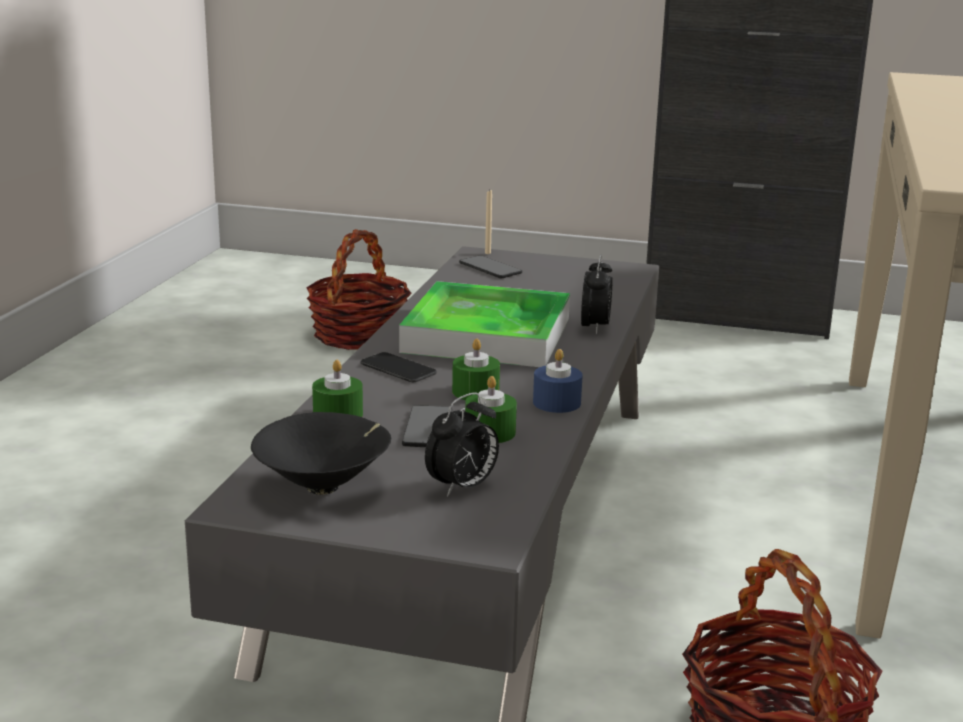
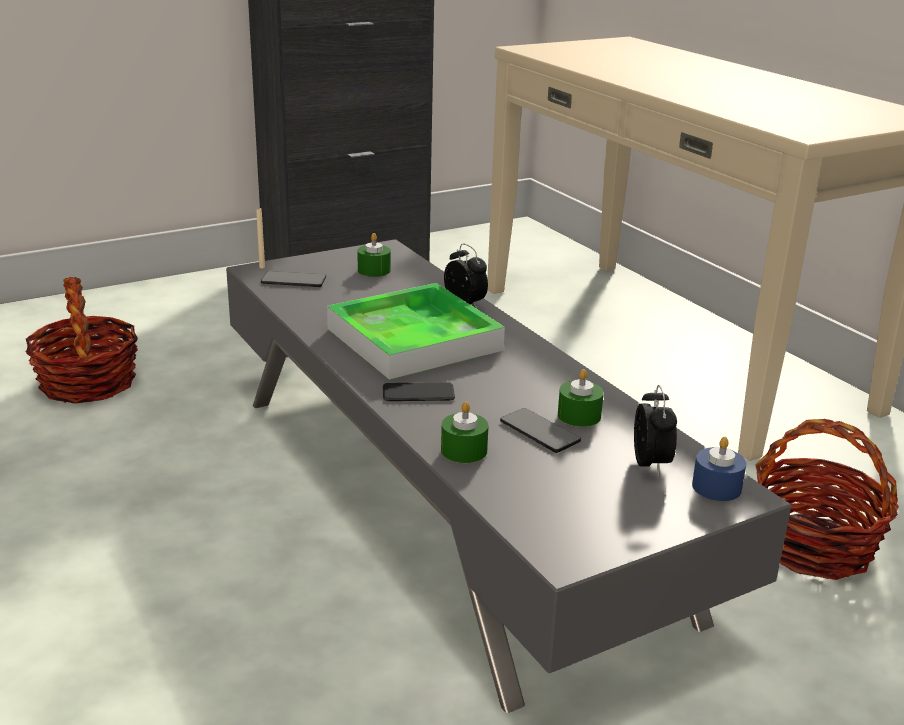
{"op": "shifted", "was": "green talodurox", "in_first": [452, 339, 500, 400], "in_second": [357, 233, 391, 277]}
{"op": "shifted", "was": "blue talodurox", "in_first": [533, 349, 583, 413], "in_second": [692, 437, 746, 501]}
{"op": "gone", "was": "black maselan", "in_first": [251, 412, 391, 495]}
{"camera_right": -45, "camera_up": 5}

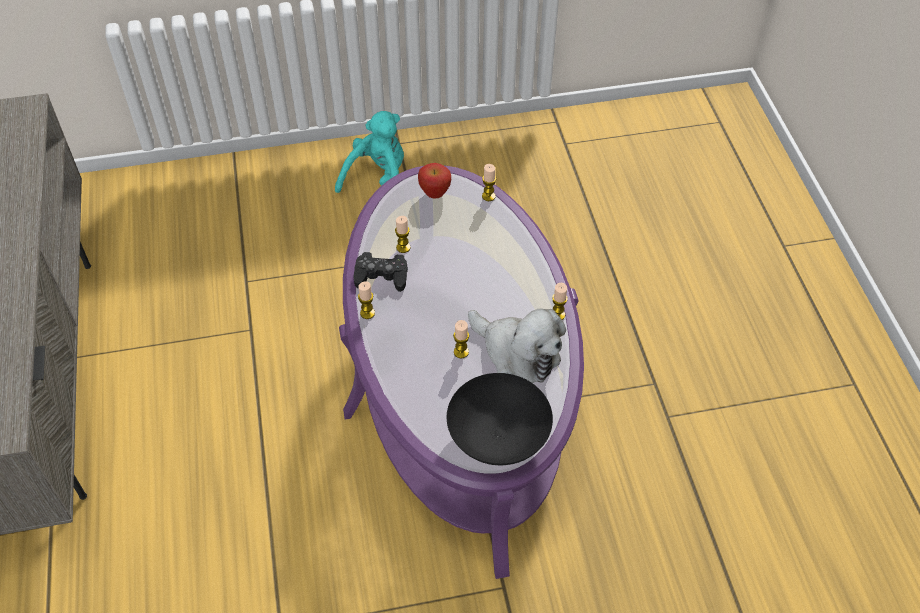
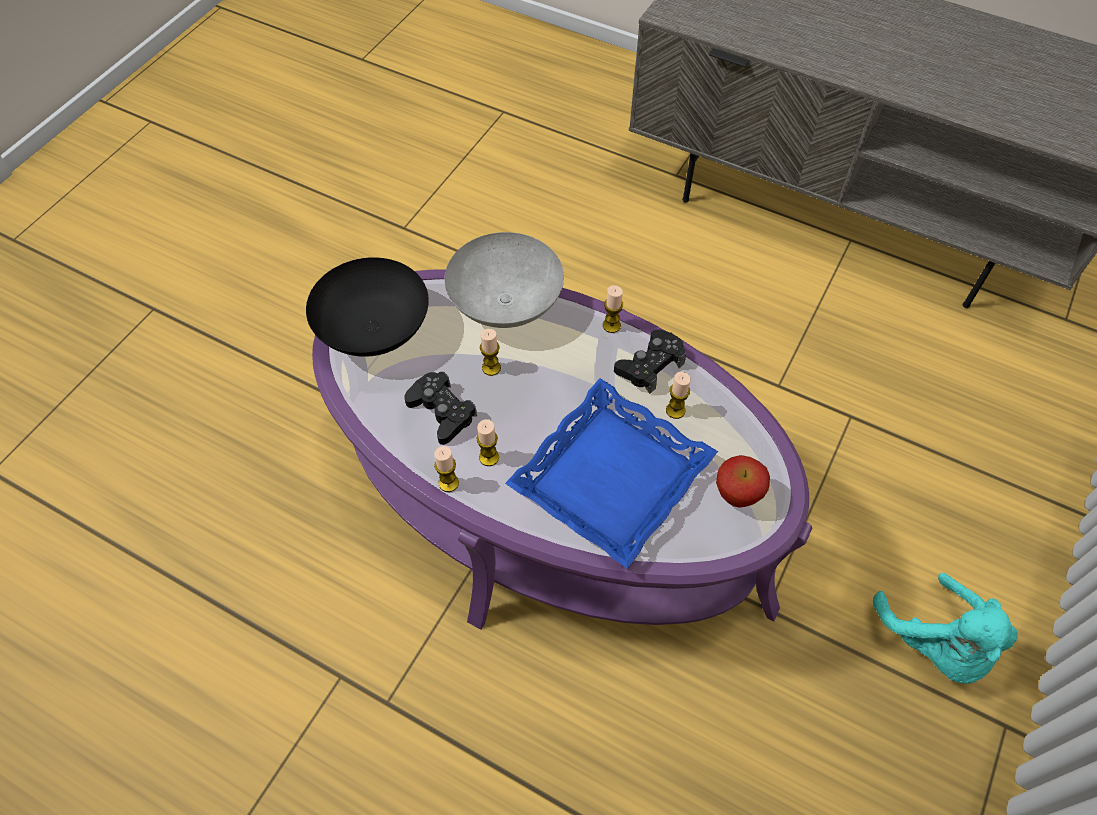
{"op": "shifted", "was": "talodurox", "in_first": [482, 164, 496, 201], "in_second": [476, 419, 499, 466]}
{"op": "swapped", "was": "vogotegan", "now": "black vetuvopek", "in_first": [468, 309, 566, 383], "in_second": [404, 372, 477, 445]}
{"op": "new", "now": "grey maselan", "in_second": [445, 232, 564, 328]}
{"op": "new", "now": "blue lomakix", "in_second": [505, 378, 718, 569]}
{"camera_right": 130, "camera_up": 5}

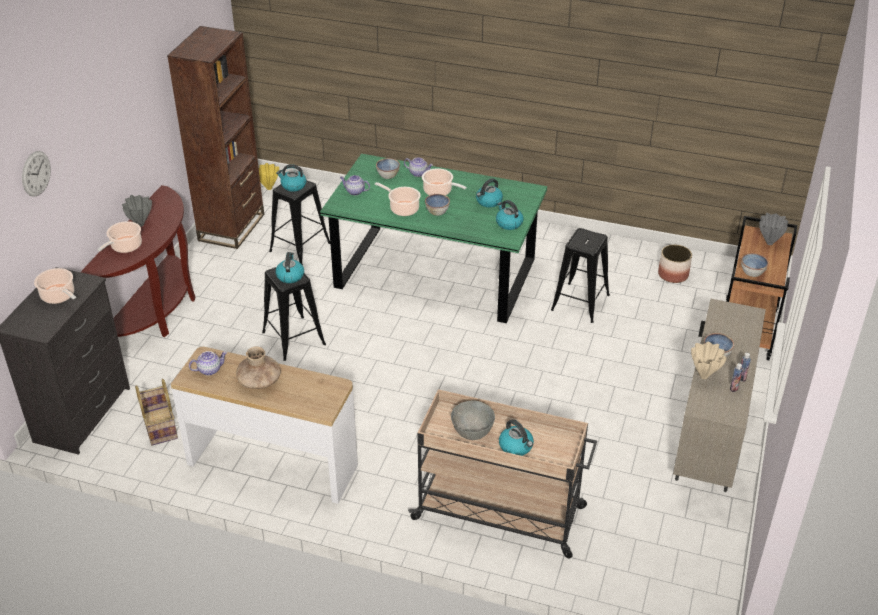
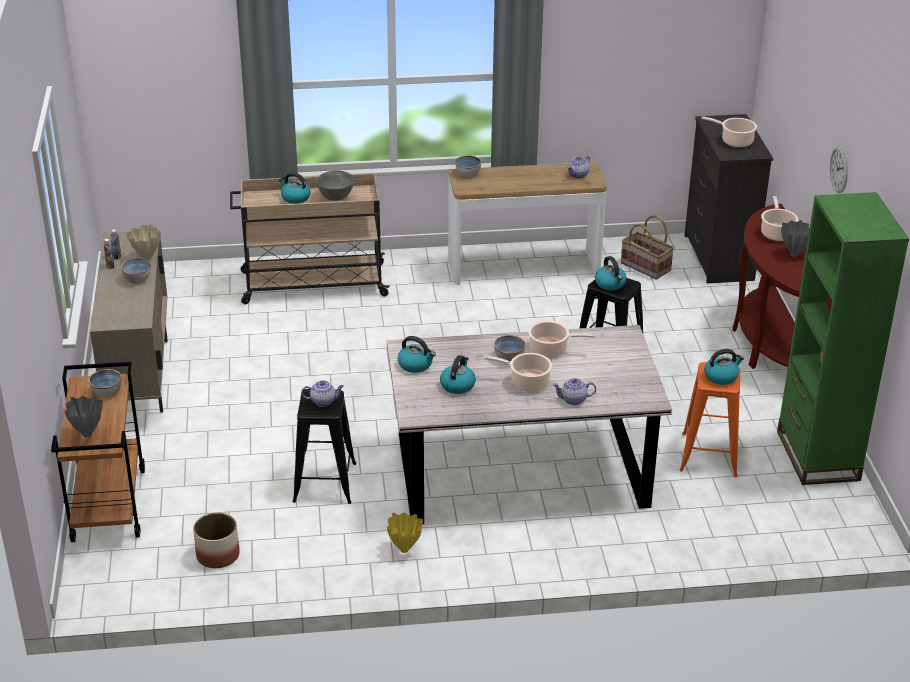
{"op": "repainted", "was": "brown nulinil", "now": "green nulinil", "in_first": [167, 26, 264, 249], "in_second": [777, 192, 909, 485]}
{"op": "shifted", "was": "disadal", "in_first": [22, 151, 51, 197], "in_second": [830, 146, 848, 193]}
{"op": "repainted", "was": "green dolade", "now": "grey dolade", "in_first": [320, 154, 547, 323], "in_second": [387, 325, 672, 524]}
{"op": "shifted", "was": "maselan", "in_first": [376, 158, 400, 179], "in_second": [455, 155, 482, 177]}
{"op": "shifted", "was": "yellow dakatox", "in_first": [259, 163, 279, 190], "in_second": [387, 513, 423, 553]}
{"op": "shifted", "was": "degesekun", "in_first": [340, 175, 370, 195], "in_second": [301, 380, 344, 407]}
{"op": "repainted", "was": "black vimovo", "now": "orange vimovo", "in_first": [269, 180, 330, 265], "in_second": [680, 362, 741, 477]}
{"op": "gone", "was": "brown dakatox", "in_first": [236, 347, 281, 389]}
{"camera_right": 155, "camera_up": -5}

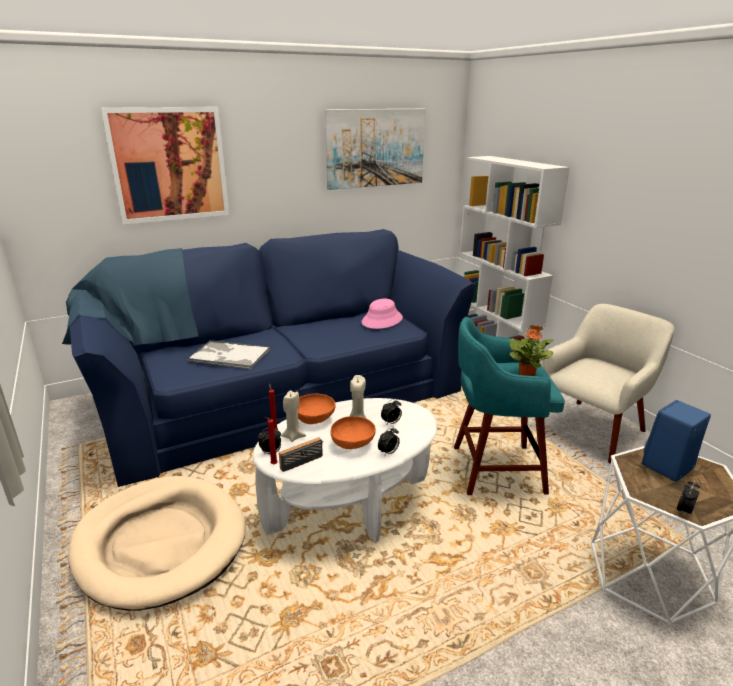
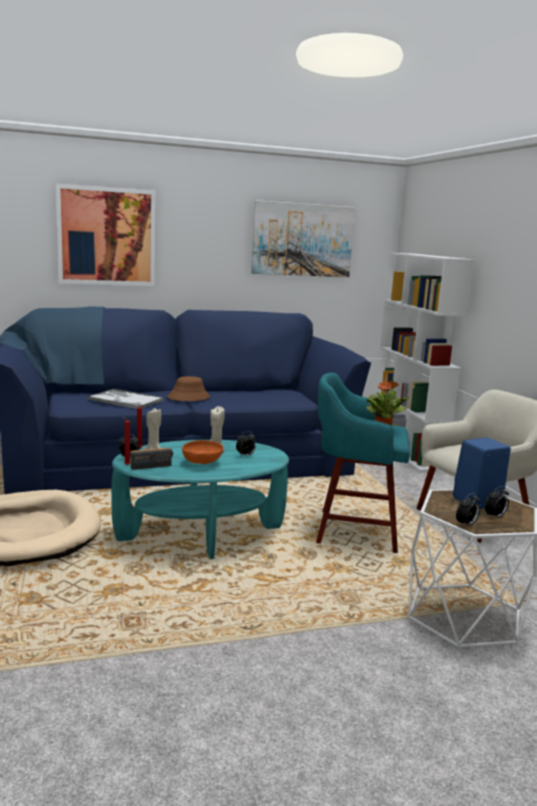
{"op": "gone", "was": "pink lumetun", "in_first": [362, 299, 403, 329]}
{"op": "gone", "was": "orange maselan", "in_first": [298, 394, 336, 424]}
{"op": "repainted", "was": "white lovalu", "now": "turquoise lovalu", "in_first": [253, 398, 437, 543], "in_second": [111, 439, 289, 559]}
{"op": "shifted", "was": "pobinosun", "in_first": [378, 427, 400, 457], "in_second": [485, 486, 509, 519]}
{"op": "new", "now": "brown lumetun", "in_second": [167, 376, 210, 401]}
{"camera_right": 10, "camera_up": -10}

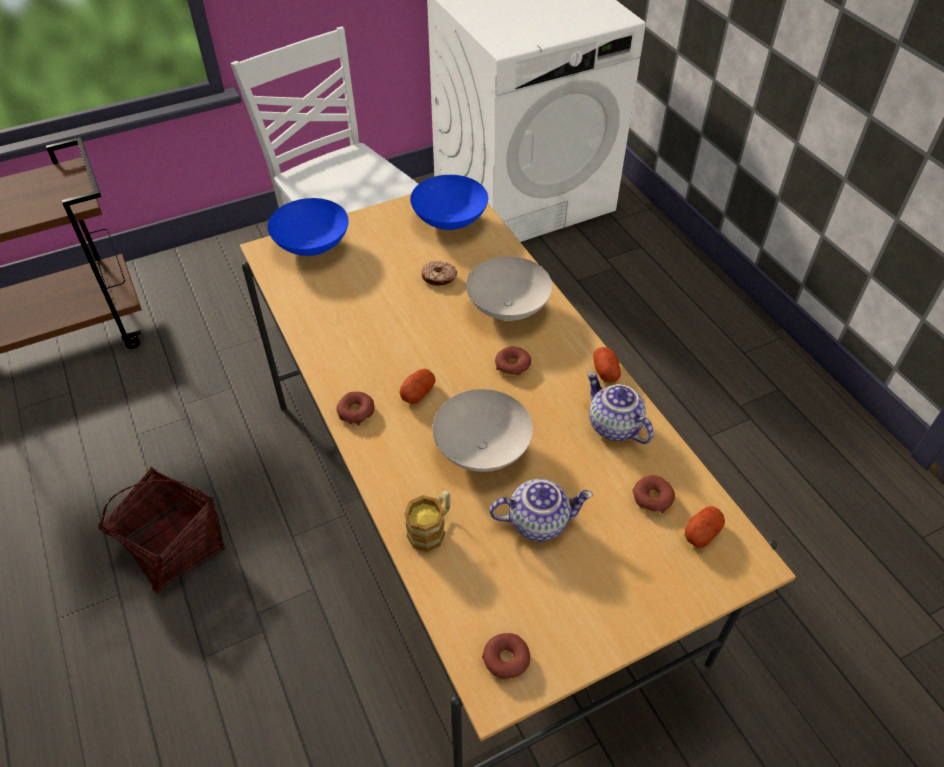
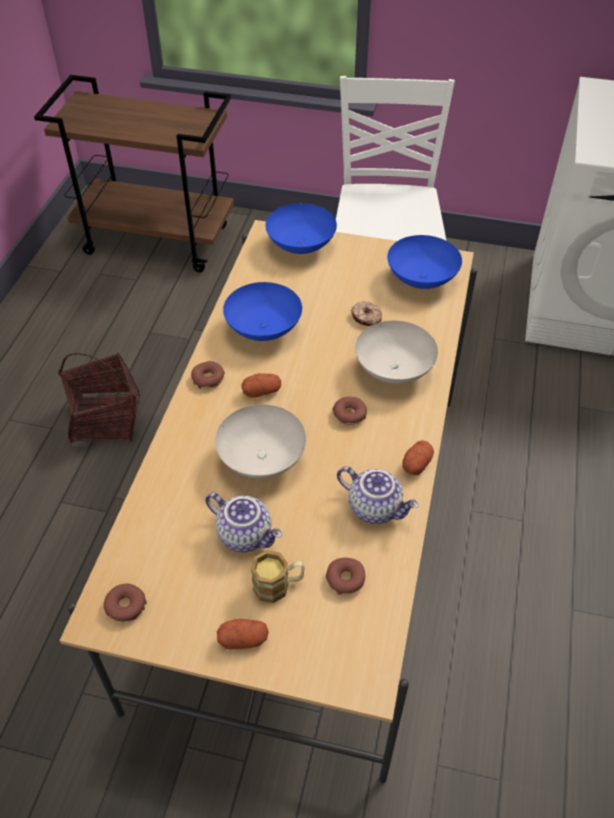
{"op": "rotated", "was": "degesekun", "in_first": [587, 372, 653, 444], "in_second": [337, 466, 419, 524], "clockwise": 120}
{"op": "shifted", "was": "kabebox", "in_first": [404, 491, 451, 552], "in_second": [251, 550, 305, 603]}
{"op": "shifted", "was": "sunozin", "in_first": [685, 506, 725, 548], "in_second": [217, 619, 269, 650]}
{"op": "new", "now": "blue maselan", "in_second": [223, 282, 302, 341]}
{"camera_right": 40, "camera_up": 0}

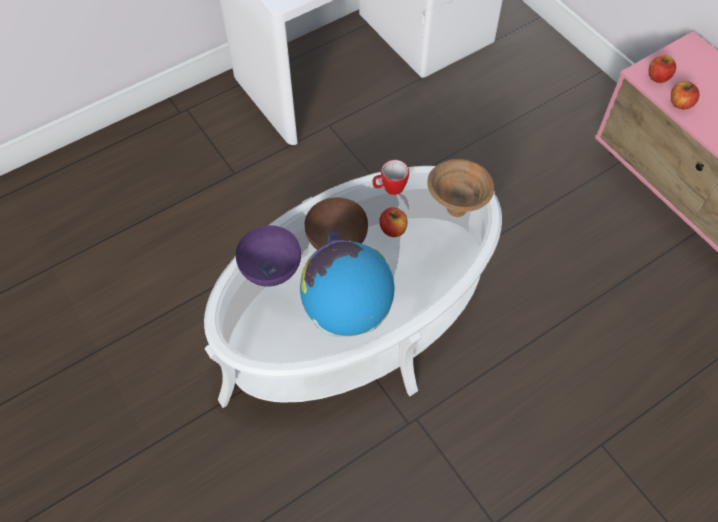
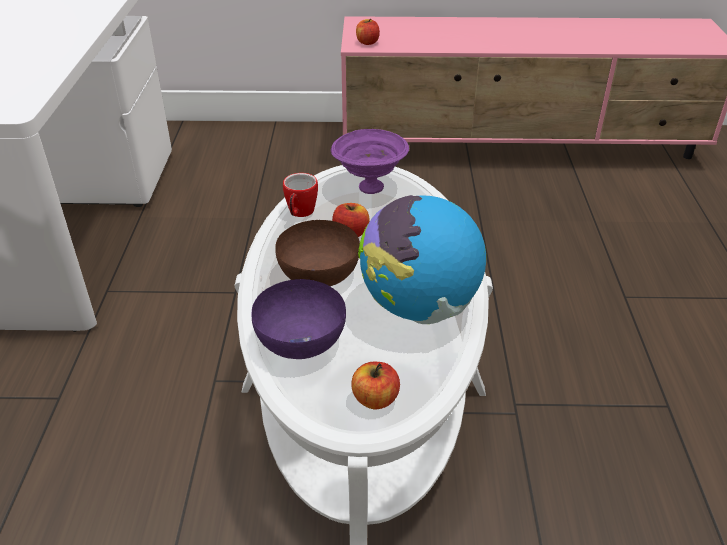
{"op": "shifted", "was": "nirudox", "in_first": [671, 81, 699, 109], "in_second": [351, 362, 400, 410]}
{"op": "repainted", "was": "brown maselan", "now": "purple maselan", "in_first": [427, 159, 494, 217], "in_second": [331, 129, 409, 194]}
{"camera_right": -55, "camera_up": -20}

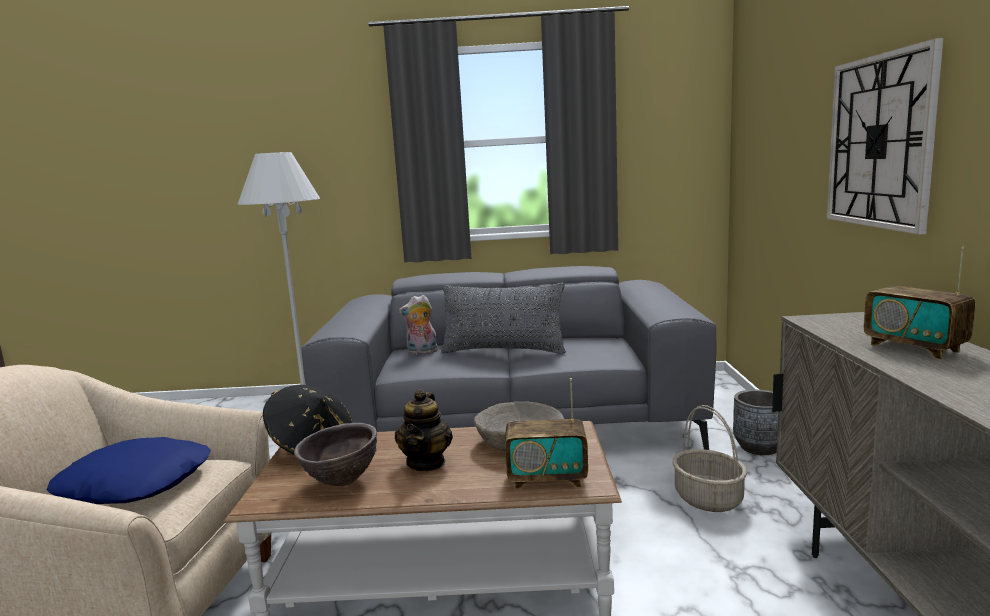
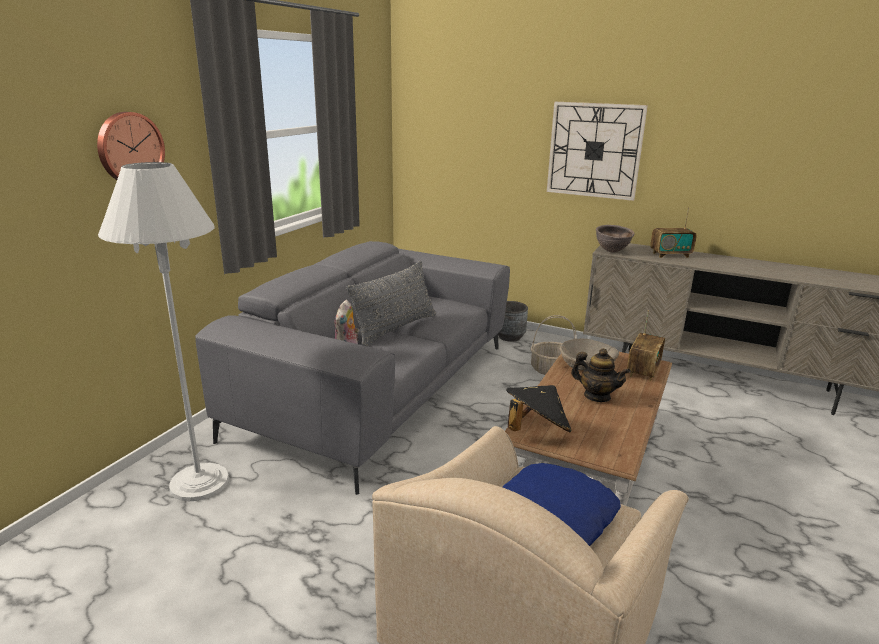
{"op": "shifted", "was": "brown maselan", "in_first": [294, 423, 377, 486], "in_second": [596, 225, 635, 253]}
{"op": "new", "now": "disadal", "in_second": [97, 112, 165, 180]}
{"camera_right": -65, "camera_up": 10}

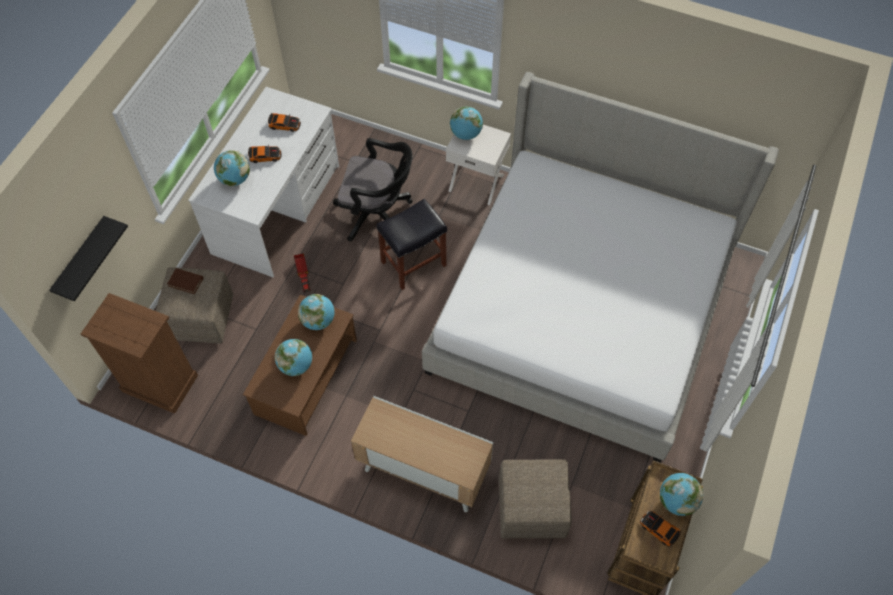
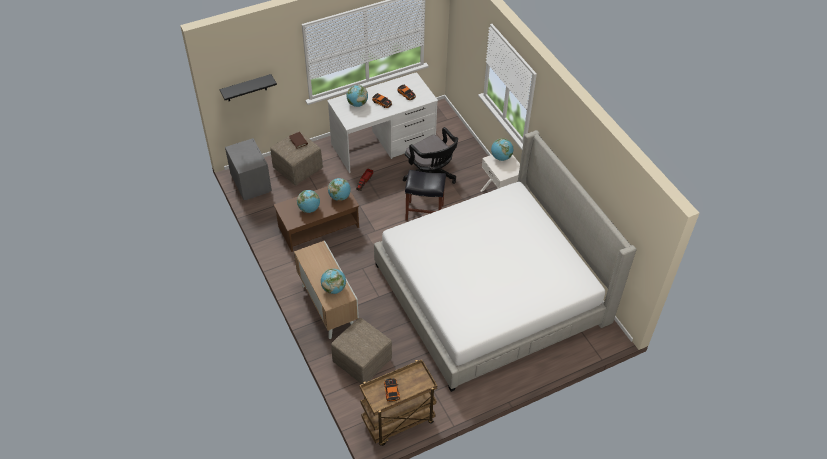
{"op": "swapped", "was": "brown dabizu", "now": "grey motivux", "in_first": [81, 293, 198, 414], "in_second": [225, 138, 272, 200]}
{"op": "shifted", "was": "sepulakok", "in_first": [660, 473, 703, 516], "in_second": [321, 269, 346, 294]}
{"camera_right": 40, "camera_up": -10}

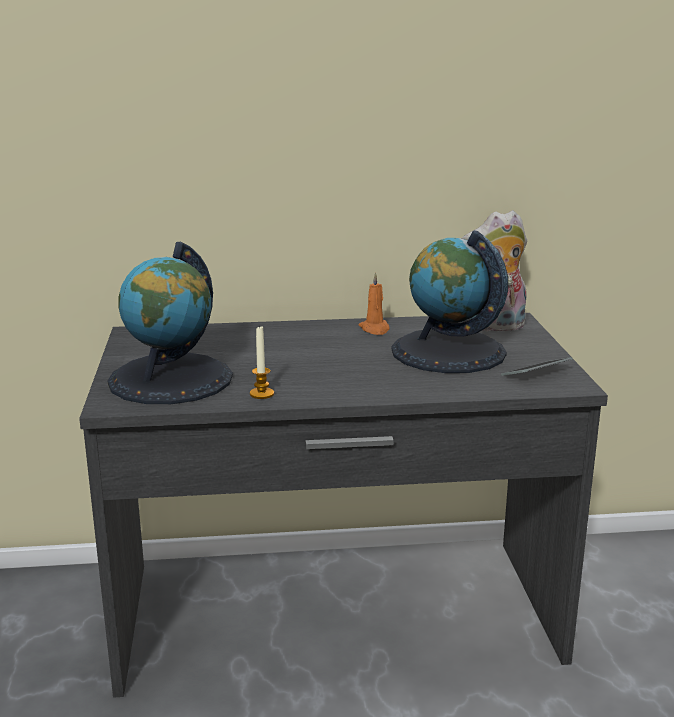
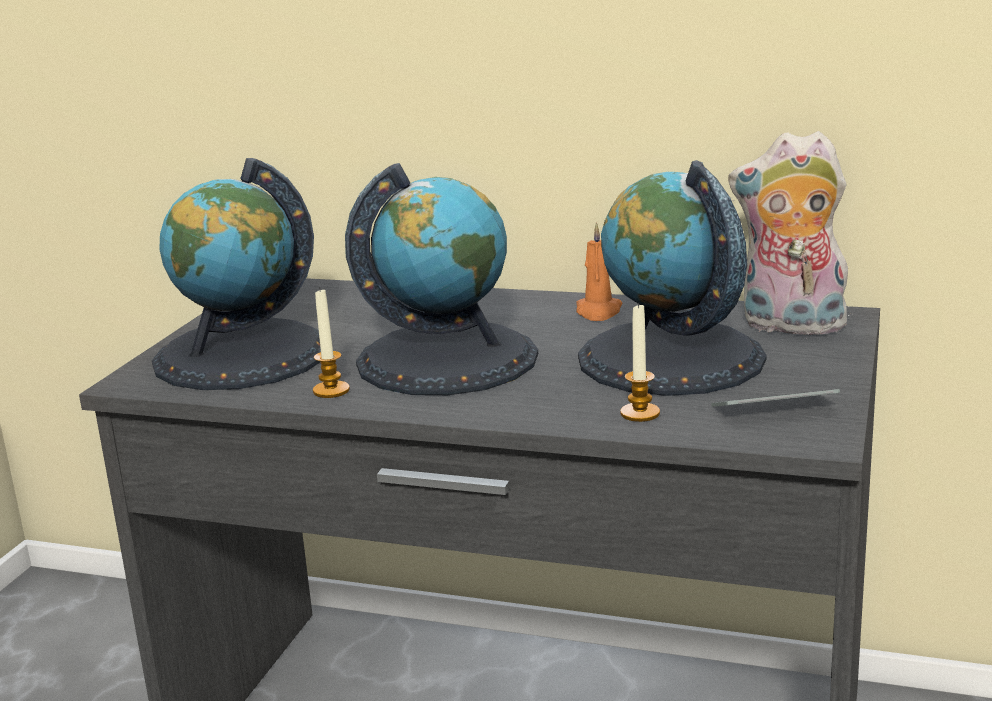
{"op": "new", "now": "sepulakok", "in_second": [345, 163, 538, 395]}
{"op": "new", "now": "talodurox", "in_second": [620, 303, 660, 422]}
{"camera_right": 25, "camera_up": 0}

